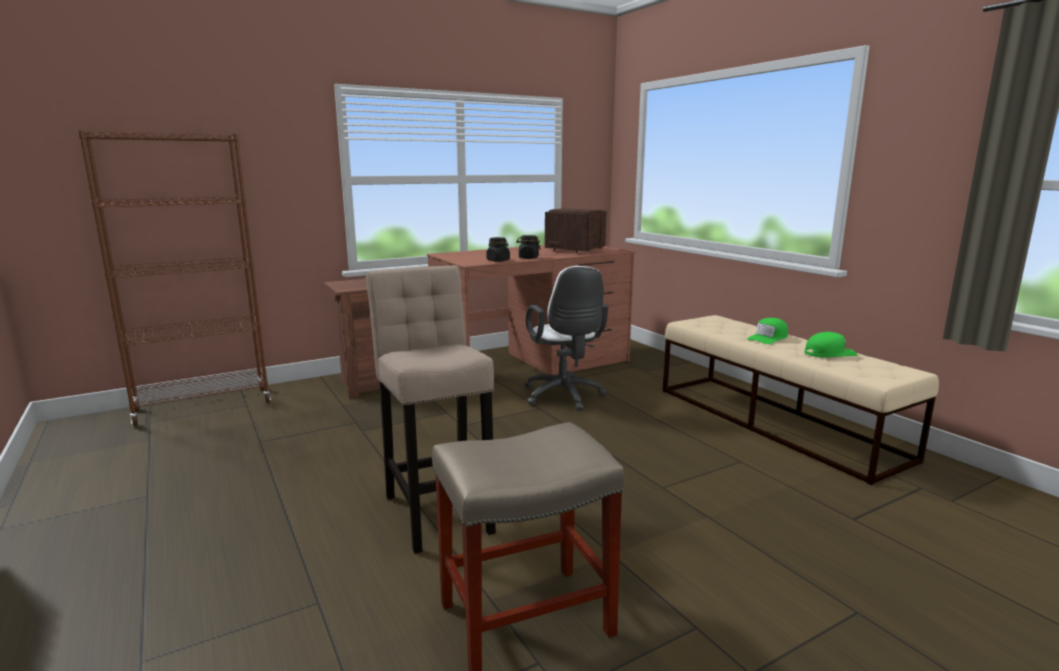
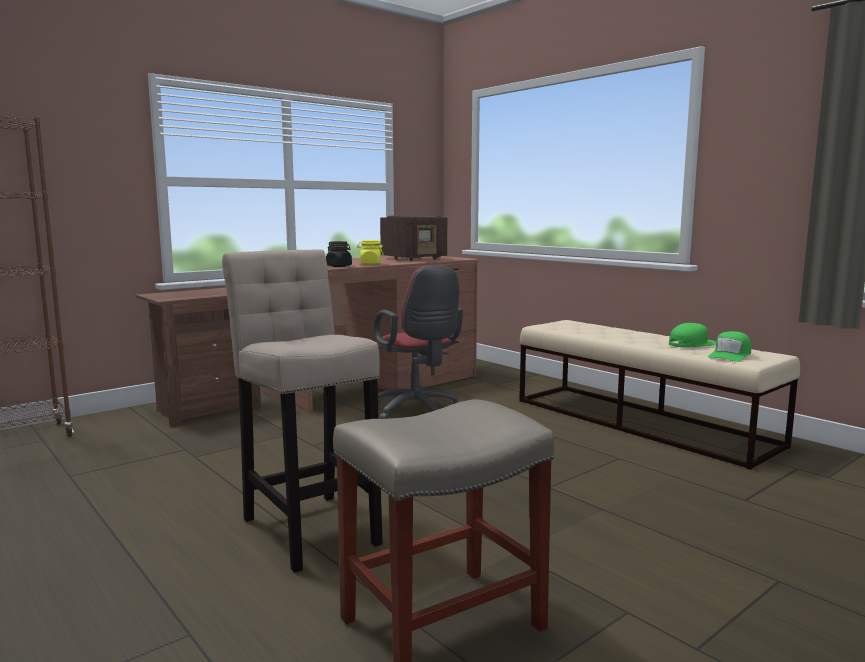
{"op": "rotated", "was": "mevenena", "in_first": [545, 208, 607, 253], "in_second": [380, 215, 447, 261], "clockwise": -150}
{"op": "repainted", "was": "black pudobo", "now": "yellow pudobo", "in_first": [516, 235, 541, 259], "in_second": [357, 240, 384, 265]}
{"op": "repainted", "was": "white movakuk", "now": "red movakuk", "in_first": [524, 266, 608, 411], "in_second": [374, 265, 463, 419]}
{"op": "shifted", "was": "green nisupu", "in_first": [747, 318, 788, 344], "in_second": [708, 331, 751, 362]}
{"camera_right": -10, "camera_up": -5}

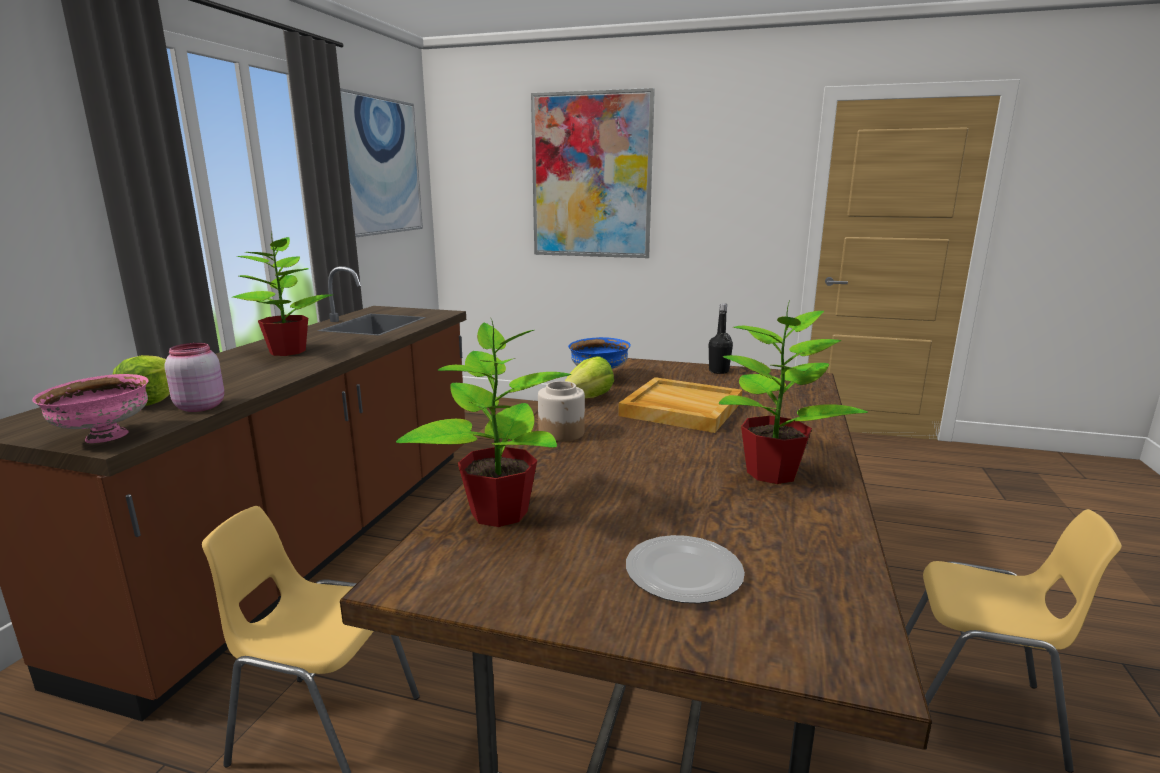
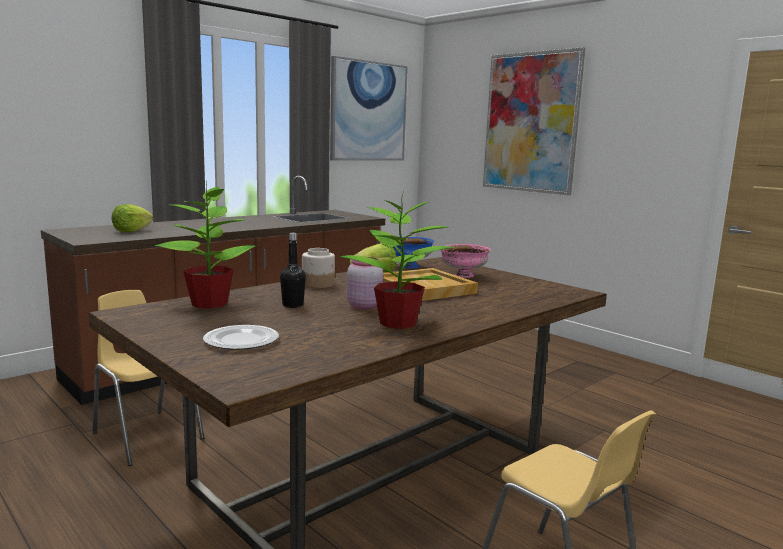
{"op": "gone", "was": "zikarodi", "in_first": [232, 234, 332, 356]}
{"op": "shifted", "was": "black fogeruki", "in_first": [709, 303, 733, 374], "in_second": [280, 233, 306, 308]}
{"op": "shifted", "was": "pink pudobo", "in_first": [165, 343, 224, 412], "in_second": [346, 257, 383, 310]}
{"op": "shifted", "was": "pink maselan", "in_first": [32, 374, 149, 443], "in_second": [441, 244, 491, 278]}
{"camera_right": 30, "camera_up": -5}

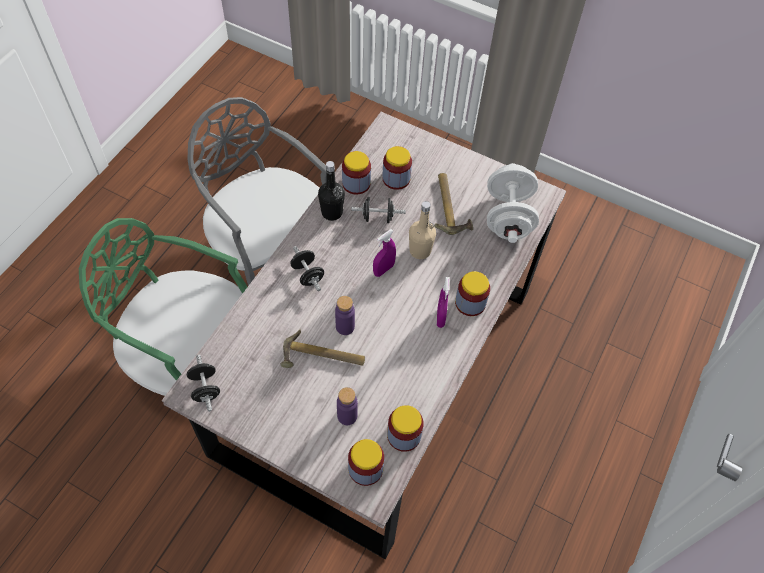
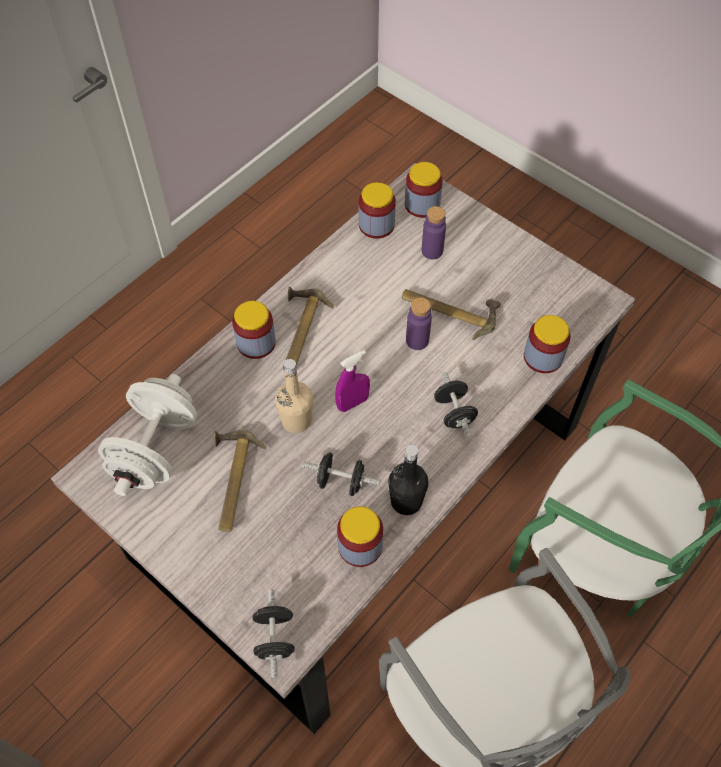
{"op": "shifted", "was": "pudobo", "in_first": [382, 146, 412, 190], "in_second": [524, 315, 570, 373]}
{"op": "swapped", "was": "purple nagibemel", "now": "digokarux", "in_first": [437, 277, 449, 328], "in_second": [283, 286, 334, 370]}
{"op": "shifted", "was": "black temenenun", "in_first": [187, 355, 220, 412], "in_second": [253, 590, 295, 679]}
{"camera_right": -165, "camera_up": 0}

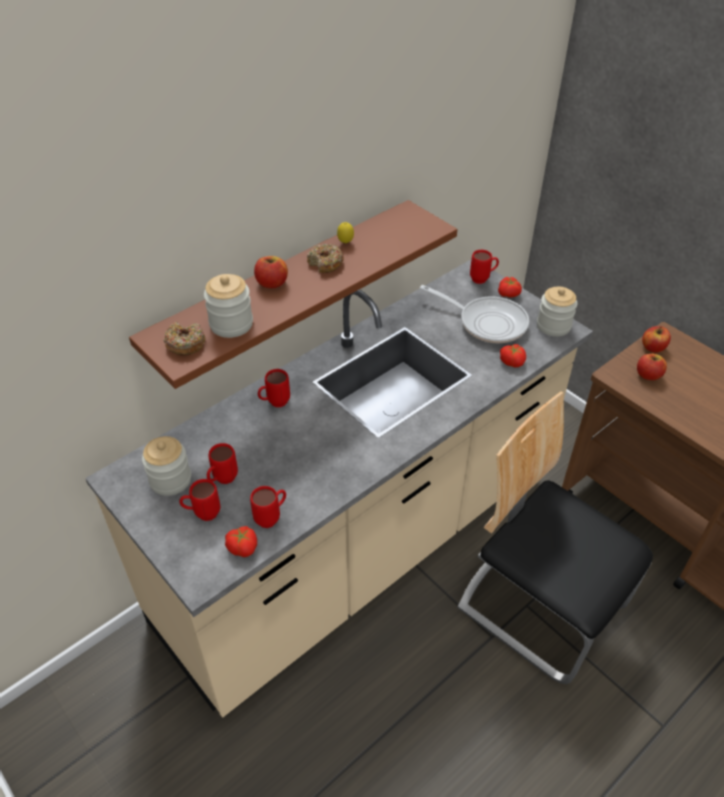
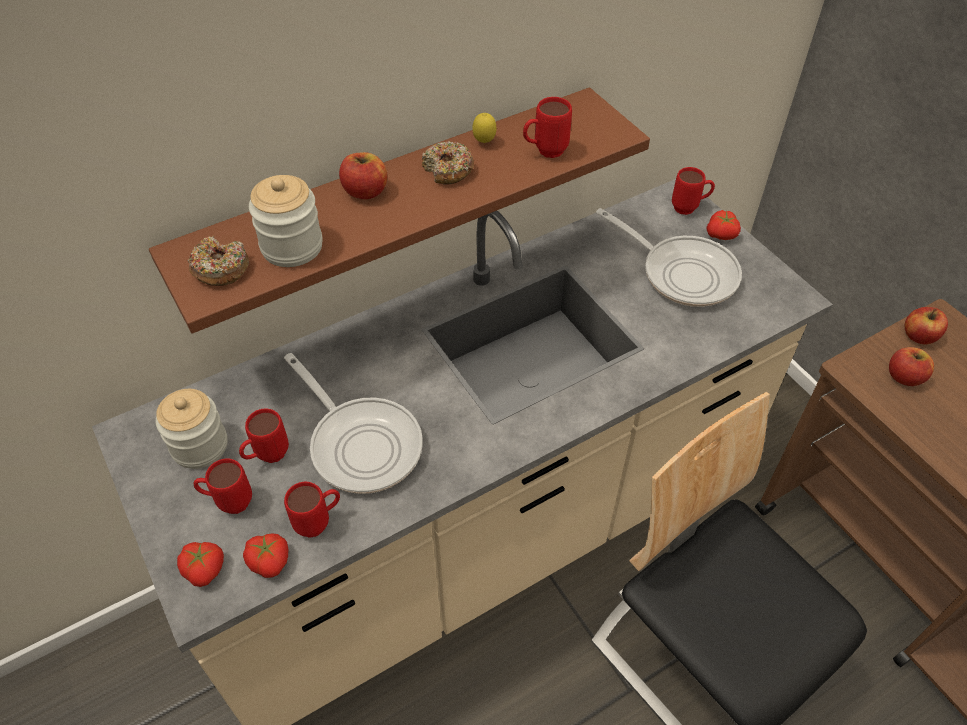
{"op": "gone", "was": "pudobo", "in_first": [537, 287, 577, 337]}
{"op": "shifted", "was": "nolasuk", "in_first": [500, 344, 526, 367], "in_second": [177, 542, 224, 587]}
{"op": "shifted", "was": "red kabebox", "in_first": [258, 369, 290, 407], "in_second": [523, 97, 572, 158]}
{"op": "new", "now": "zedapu", "in_second": [284, 353, 423, 494]}
{"camera_right": 10, "camera_up": 5}

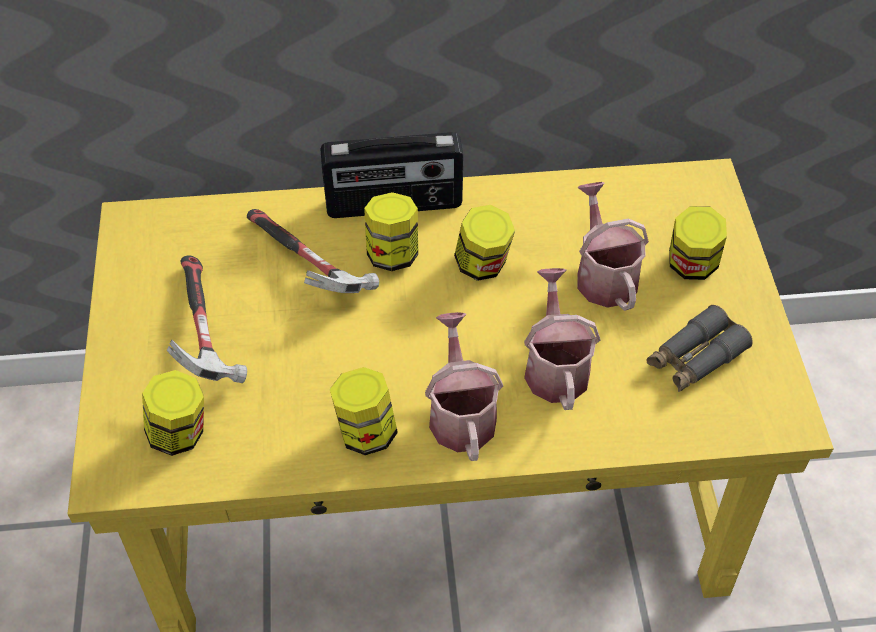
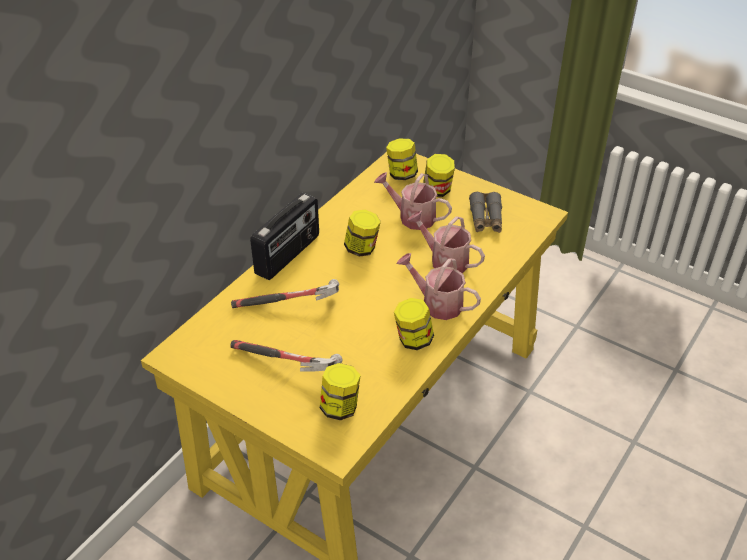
{"op": "shifted", "was": "pudobo", "in_first": [364, 192, 418, 271], "in_second": [386, 139, 418, 180]}
{"camera_right": -50, "camera_up": -10}

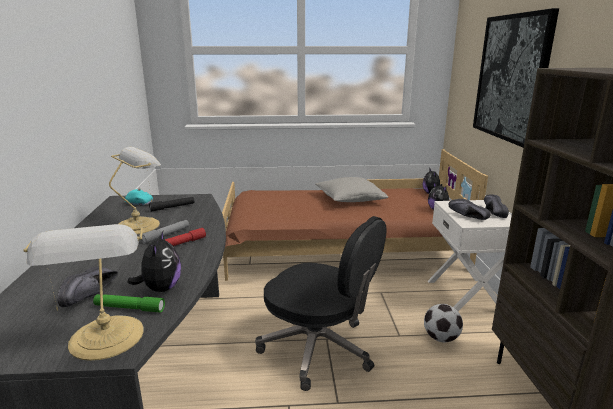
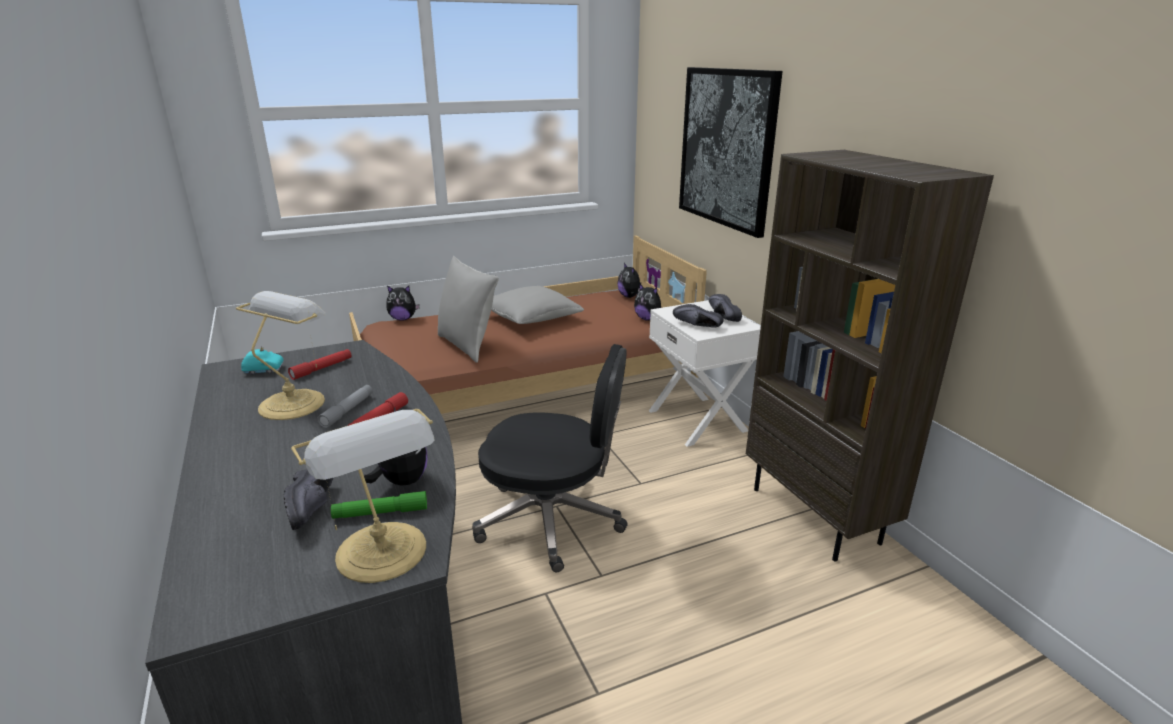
{"op": "repainted", "was": "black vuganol", "now": "red vuganol", "in_first": [149, 197, 194, 212], "in_second": [288, 349, 352, 380]}
{"op": "gone", "was": "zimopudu", "in_first": [424, 304, 463, 342]}
{"op": "new", "now": "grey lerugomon", "in_second": [438, 256, 499, 363]}
{"op": "new", "now": "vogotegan", "in_second": [386, 286, 420, 321]}
{"camera_right": -20, "camera_up": 5}

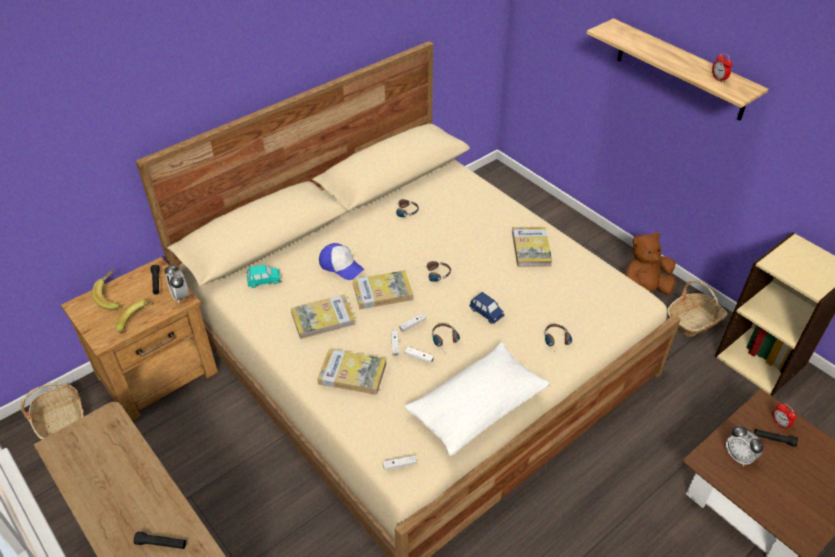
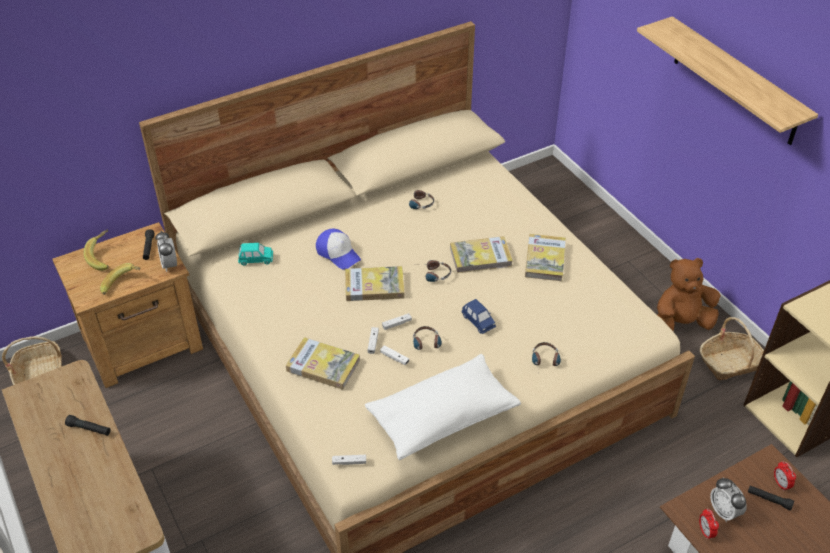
{"op": "shifted", "was": "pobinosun", "in_first": [712, 53, 732, 83], "in_second": [699, 509, 719, 539]}
{"op": "shifted", "was": "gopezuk", "in_first": [291, 295, 355, 339], "in_second": [450, 236, 513, 273]}
{"op": "shifted", "was": "black vuganol", "in_first": [134, 532, 186, 549], "in_second": [65, 415, 111, 436]}
{"camera_right": 10, "camera_up": 0}

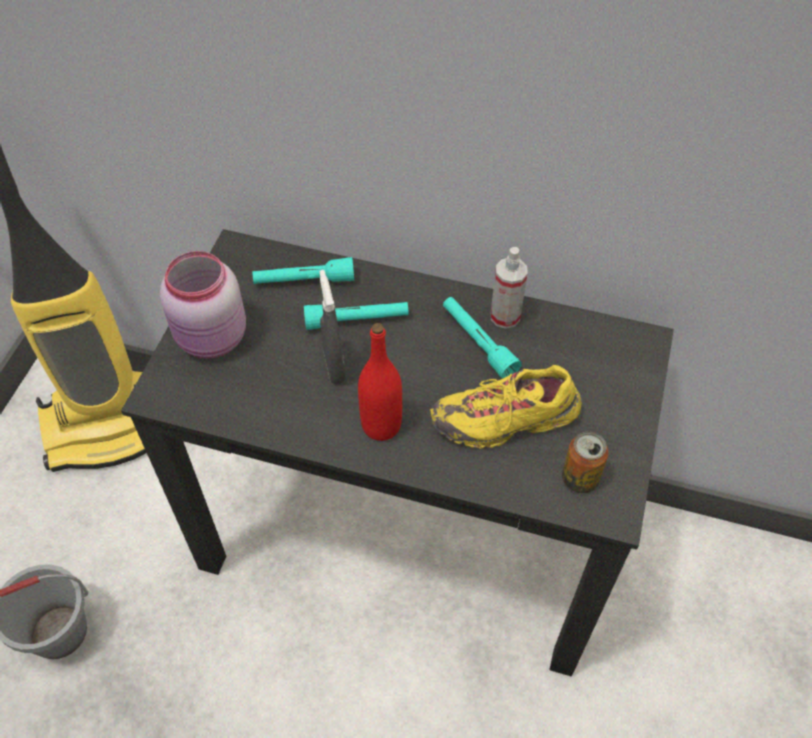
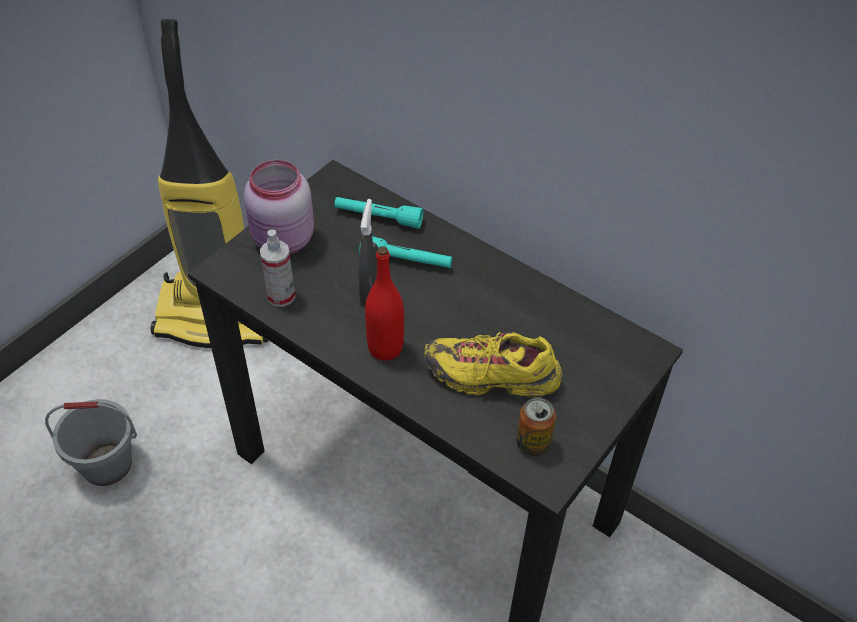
{"op": "shifted", "was": "nagibemel", "in_first": [491, 247, 528, 329], "in_second": [260, 230, 295, 307]}
{"op": "gone", "was": "turquoise vuganol", "in_first": [443, 297, 522, 379]}
{"camera_right": 20, "camera_up": -5}

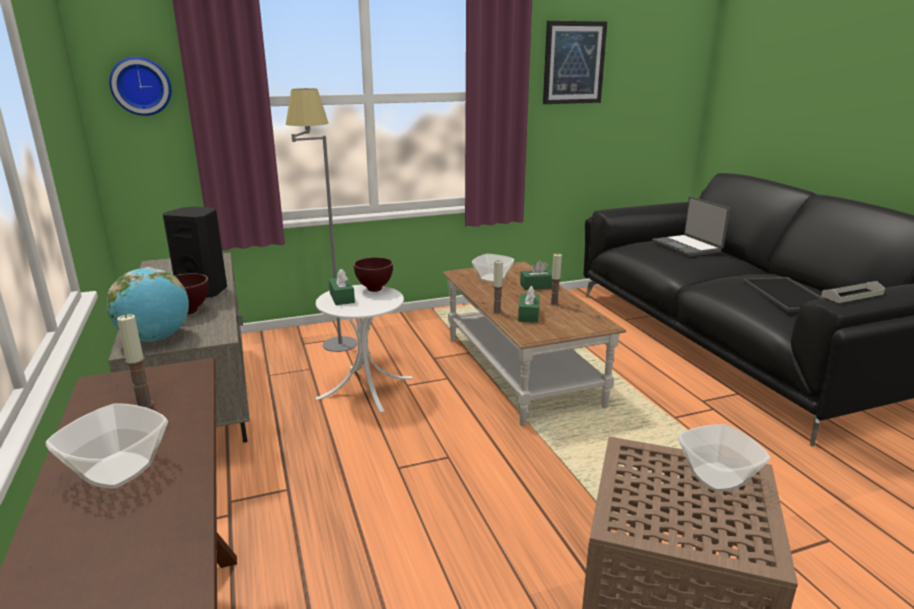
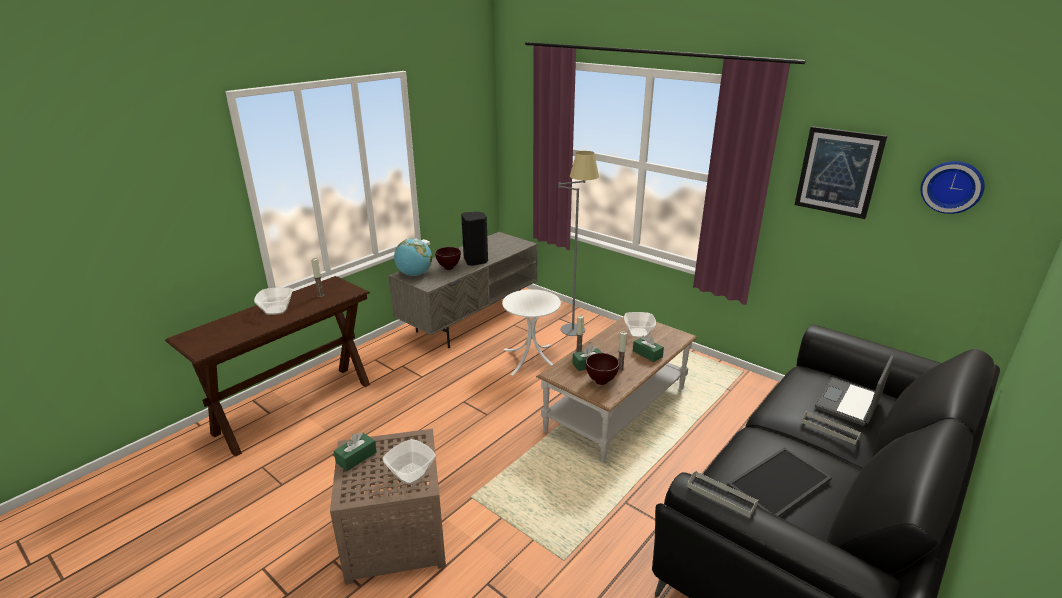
{"op": "shifted", "was": "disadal", "in_first": [109, 57, 172, 116], "in_second": [921, 161, 985, 214]}
{"op": "shifted", "was": "brown maselan", "in_first": [354, 257, 393, 292], "in_second": [586, 353, 619, 385]}
{"op": "shifted", "was": "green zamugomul", "in_first": [329, 269, 355, 305], "in_second": [334, 432, 377, 471]}
{"op": "new", "now": "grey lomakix", "in_second": [801, 411, 861, 444]}
{"camera_right": 60, "camera_up": 5}

